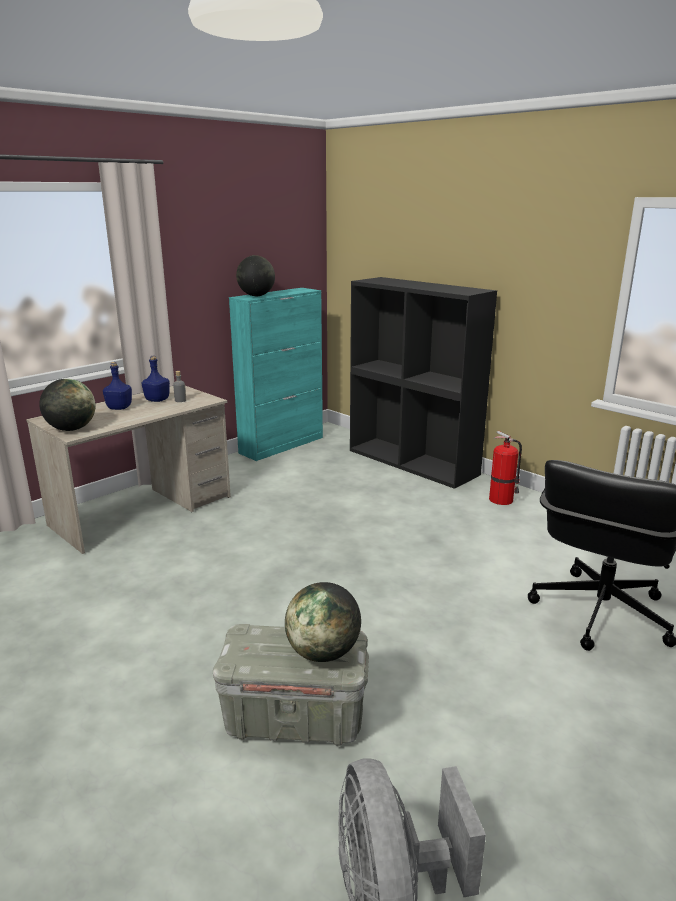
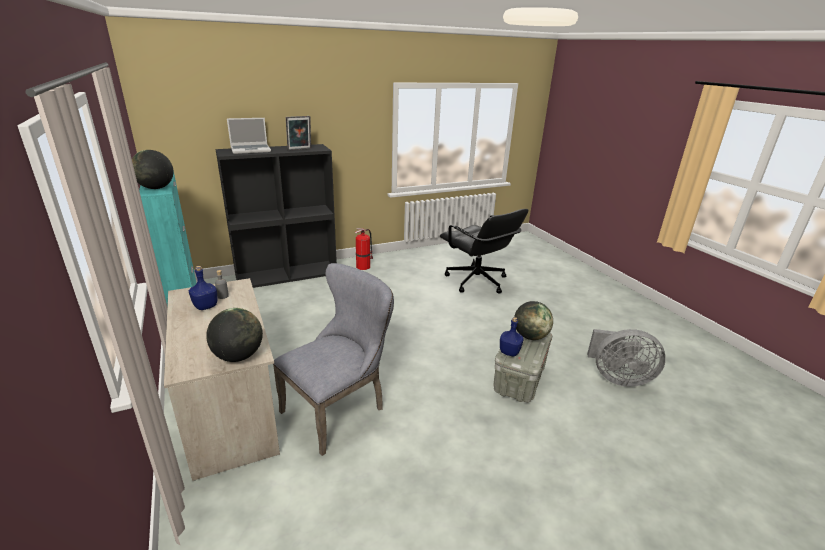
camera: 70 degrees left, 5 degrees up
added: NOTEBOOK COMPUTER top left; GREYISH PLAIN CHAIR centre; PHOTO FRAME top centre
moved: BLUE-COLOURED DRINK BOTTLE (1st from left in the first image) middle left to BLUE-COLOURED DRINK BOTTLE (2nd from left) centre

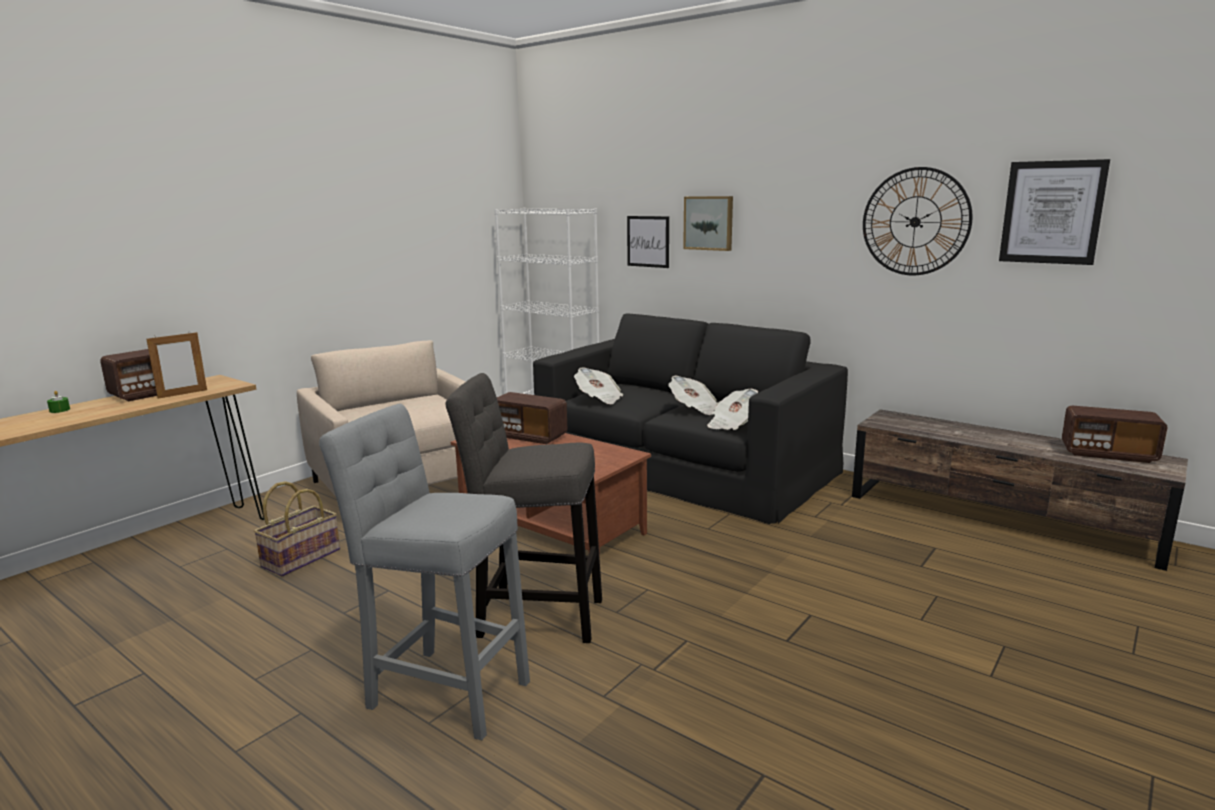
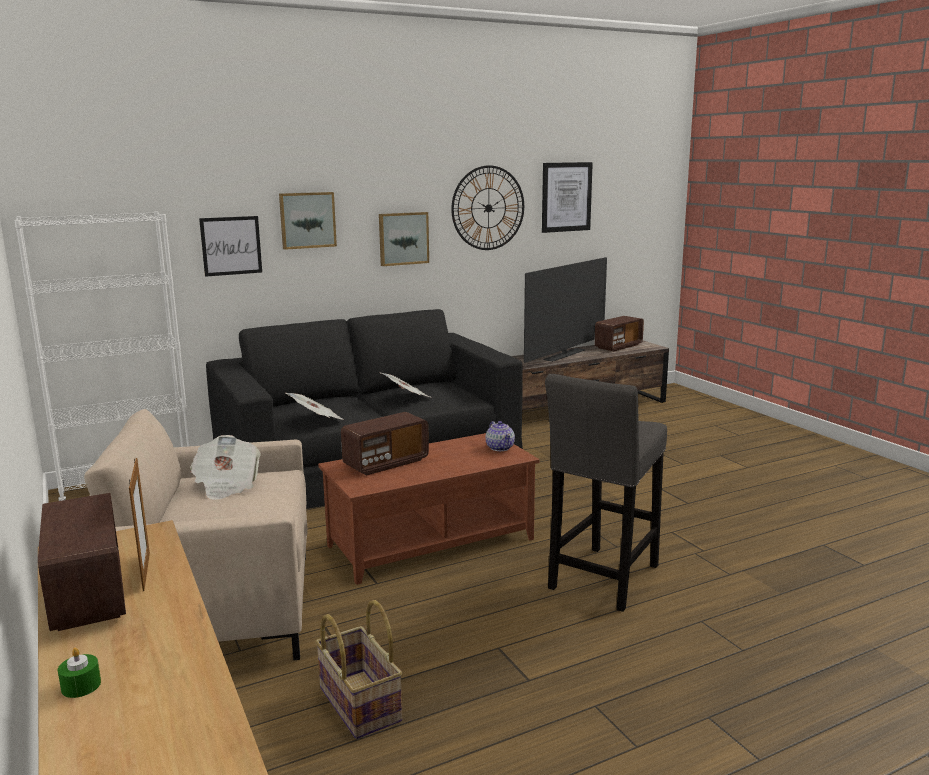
camera: 65 degrees left, 0 degrees up
removed: GREYISH SITTING STOOL (1st from left) bottom centre
added: PICTURE (3rd from left) top centre; TEAPOT centre; TV centre
moved: NEWSPAPER (3rd from left in the first image) centre to NEWSPAPER (1st from left) middle left

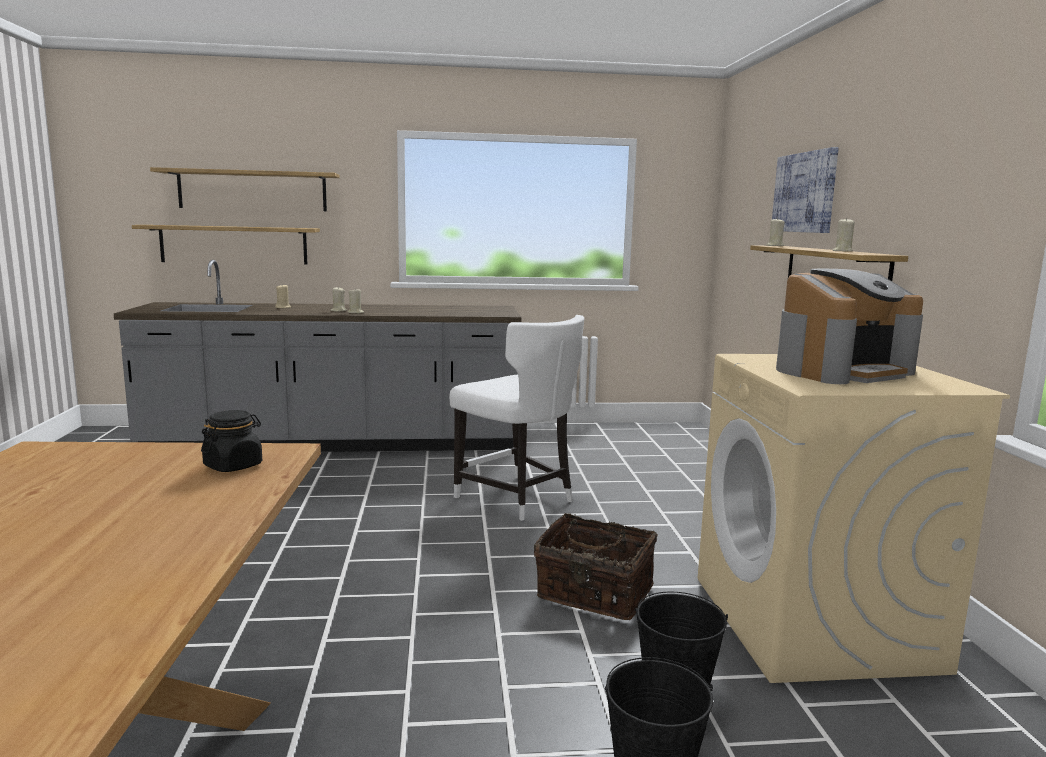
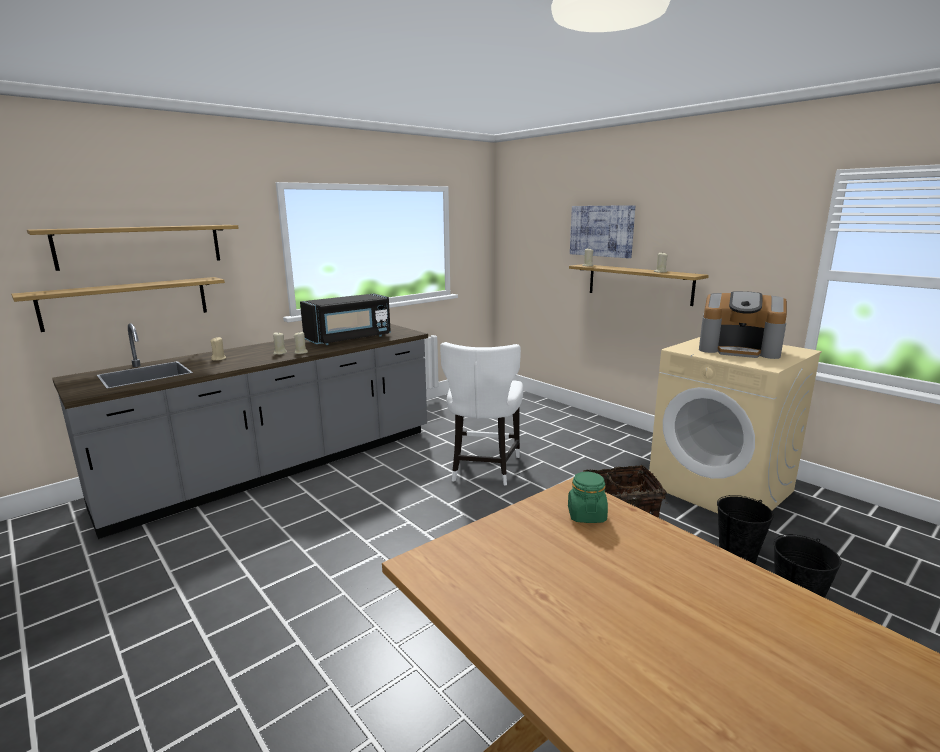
camera: 35 degrees left, 5 degrees up
added: BLACK-COLOURED KITCHEN MICROWAVE centre
recoloured: BLACK-COLOURED JAR middle left to GREENISH JAR centre
turned: WHITE PLAIN CHAIR centre = centre 90 degrees clockwise; COFFEE MAKER middle right = middle right 90 degrees clockwise

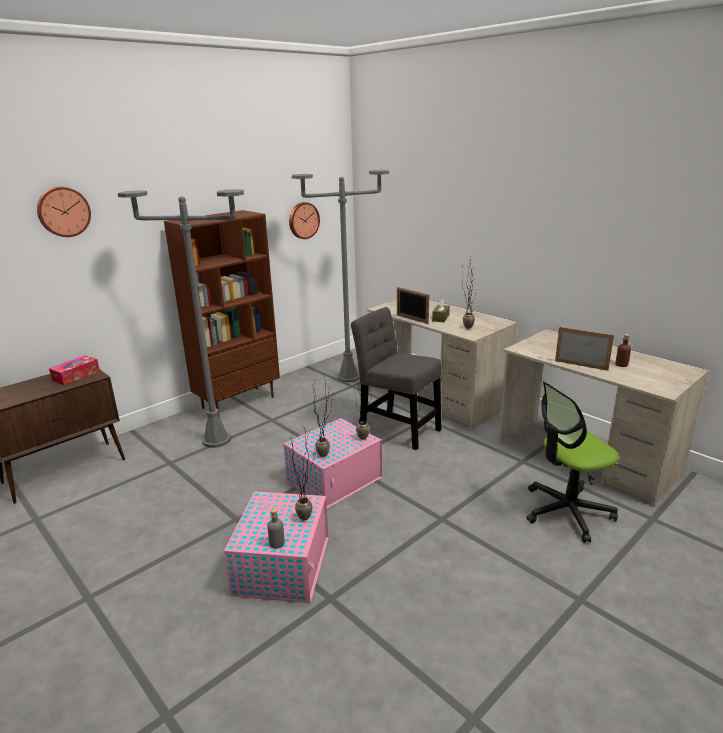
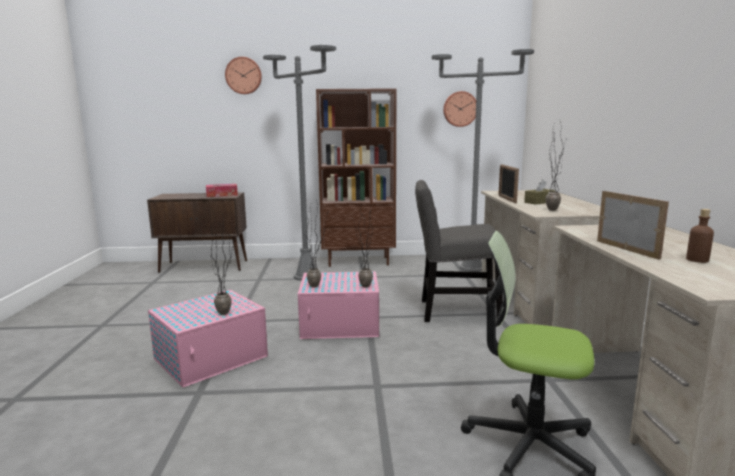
camera: 40 degrees right, 10 degrees down
removed: GREYISH DRINK BOTTLE bottom centre
turned: GREYISH PLAIN CHAIR centre = centre 75 degrees counterclockwise

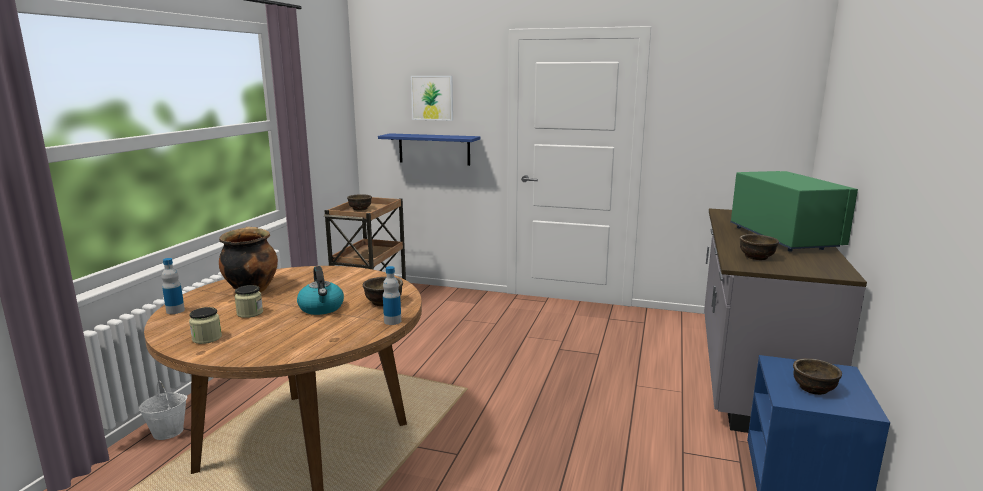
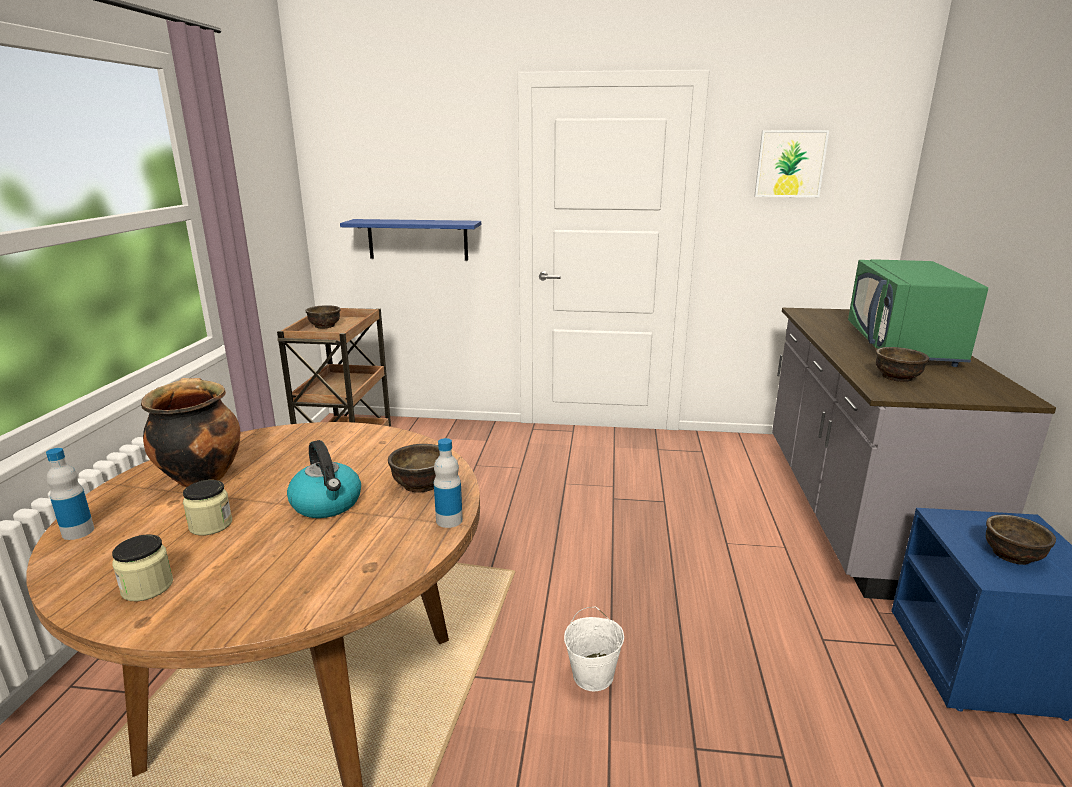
camera: 10 degrees left, 5 degrees up
moved: WHITE PAIL bottom left to bottom centre; PICTURE top centre to top right
turned: GREENISH KITCHEN MICROWAVE middle right = middle right 150 degrees counterclockwise

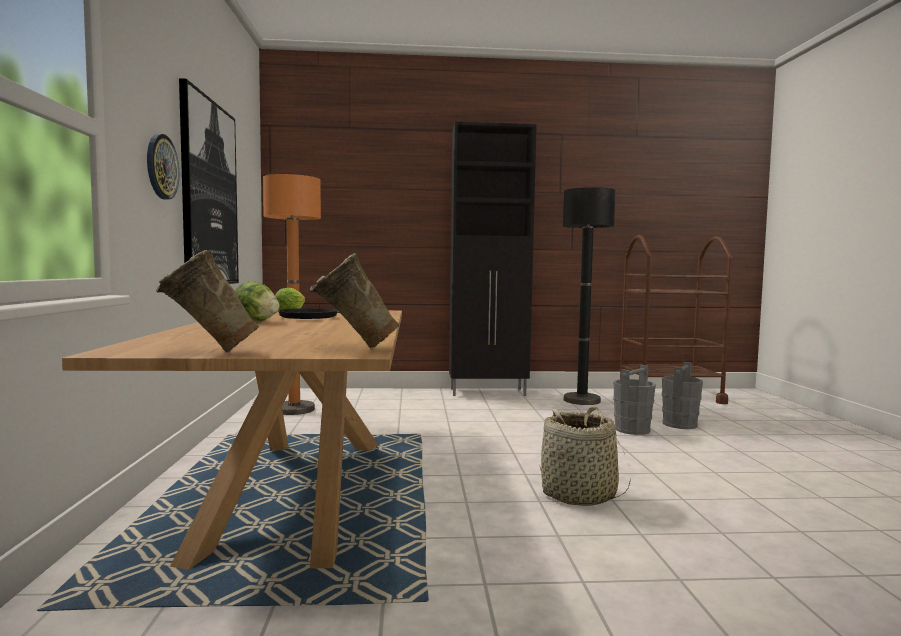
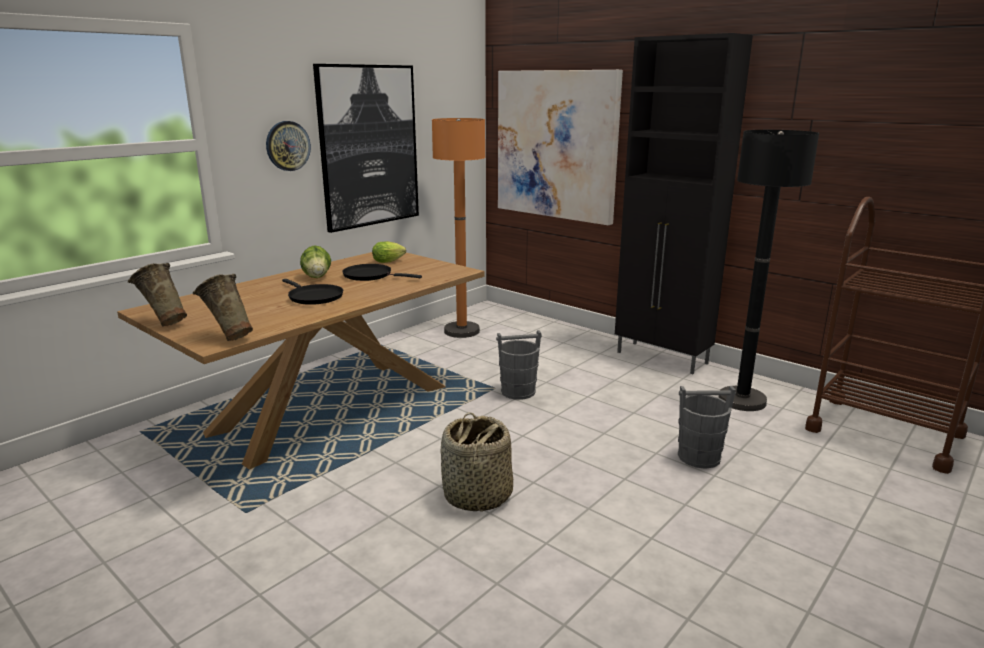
camera: 45 degrees right, 15 degrees up
added: BLACK-COLOURED SKILLET (1st from left) middle left; PICTURE (2nd from left) top centre
moved: GREYISH PAIL (2nd from left in the first image) middle right to GREYISH PAIL (1st from left) centre

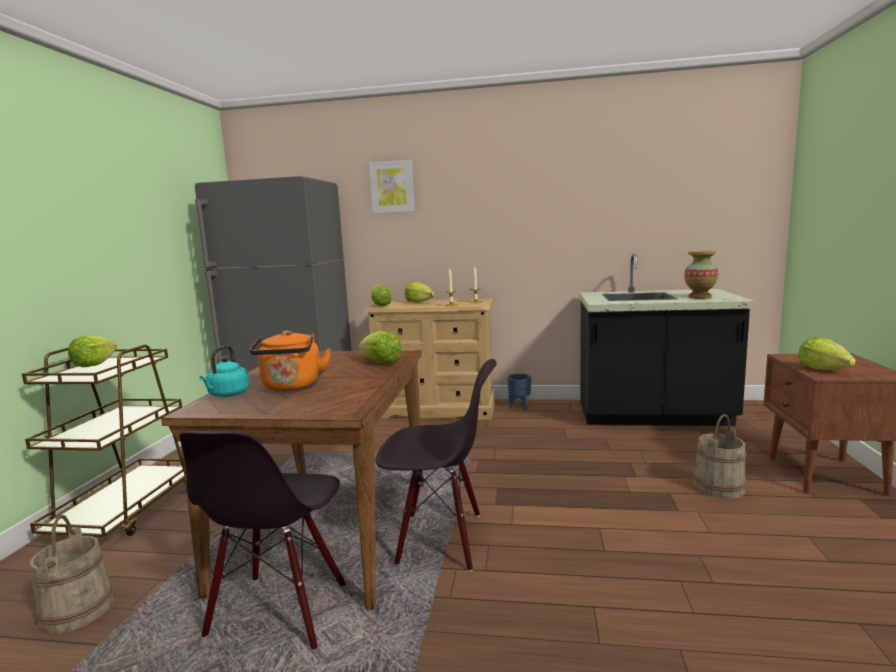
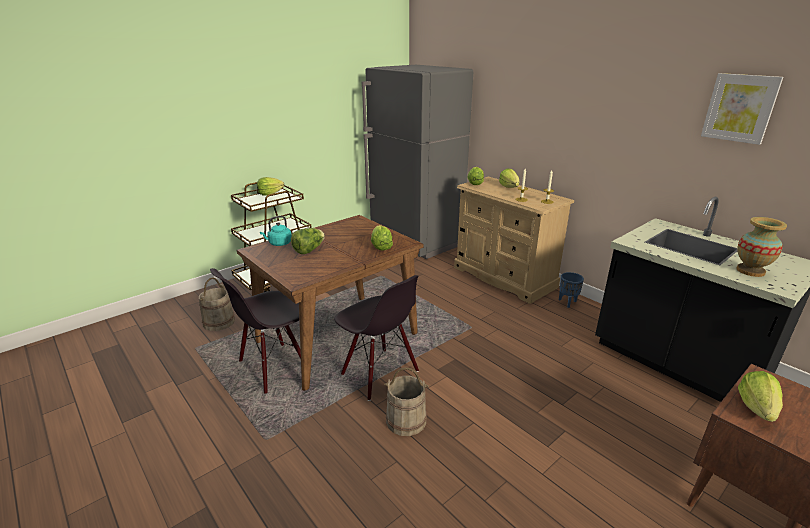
camera: 40 degrees right, 15 degrees up
moved: PICTURE top centre to top right; BEIGE-COLOURED PAIL (2nd from left) bottom right to bottom centre
replaced: ORANGE WATER KETTLE middle left to HEAD OF LETTUCE (2nd from left) centre

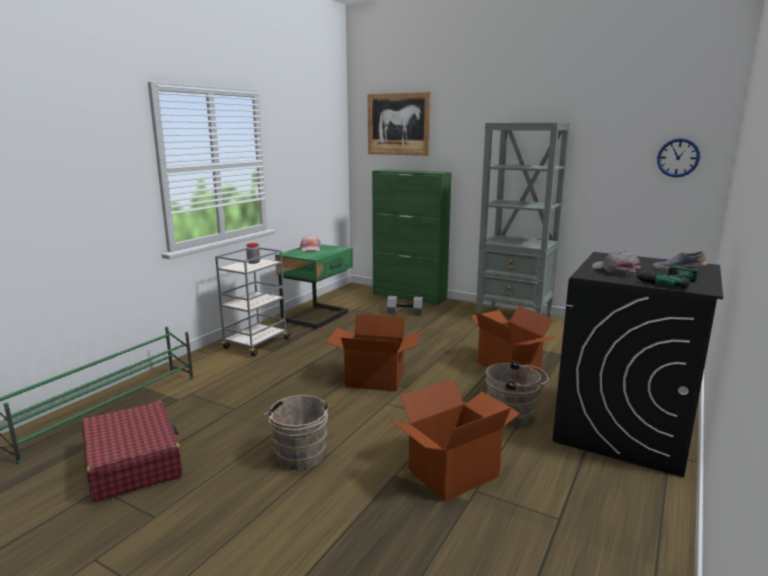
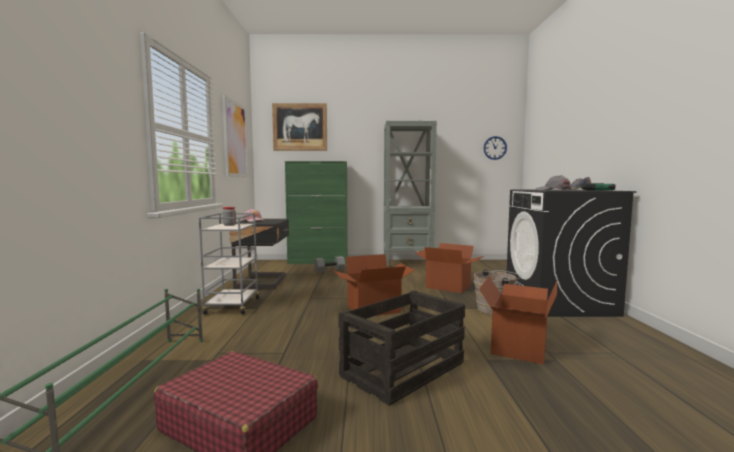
camera: 30 degrees left, 10 degrees down
added: PICTURE (1st from left) top left
replaced: BROWN PAIL (1st from left) bottom centre to CRATE bottom centre
recoloured: GREENISH NIGHT TABLE centre to BLACK-COLOURED NIGHT TABLE centre

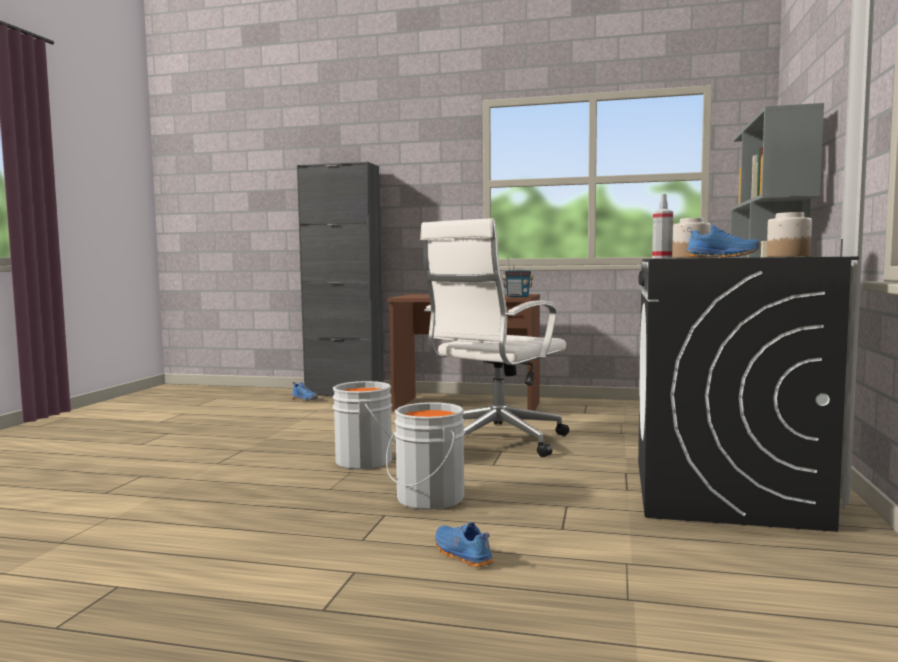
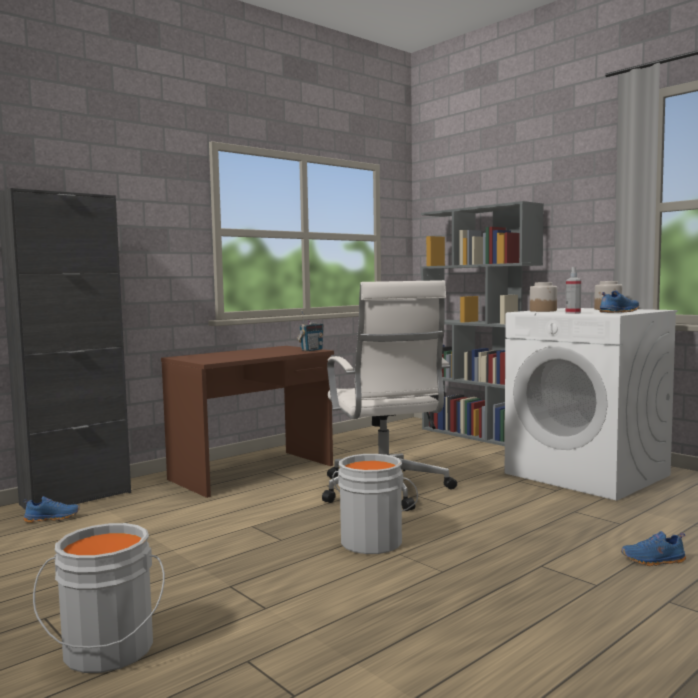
camera: 55 degrees left, 0 degrees up
moved: GREYISH PAIL (2nd from left in the first image) bottom centre to GREYISH PAIL (1st from left) bottom left
recoloured: BLACK-COLOURED WASHING MACHINE middle right to WHITE WASHING MACHINE middle right

